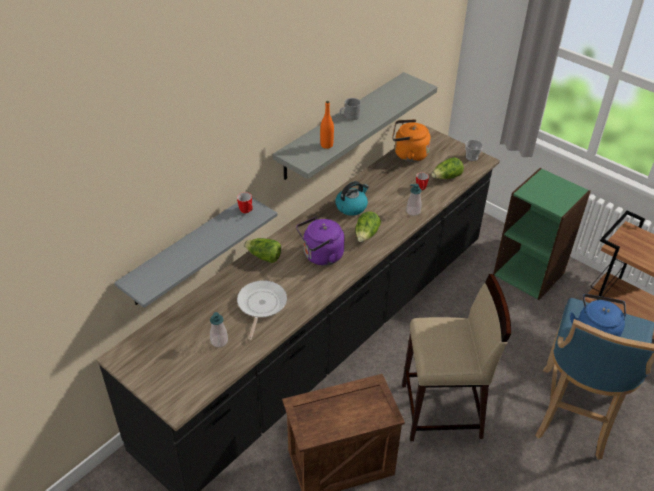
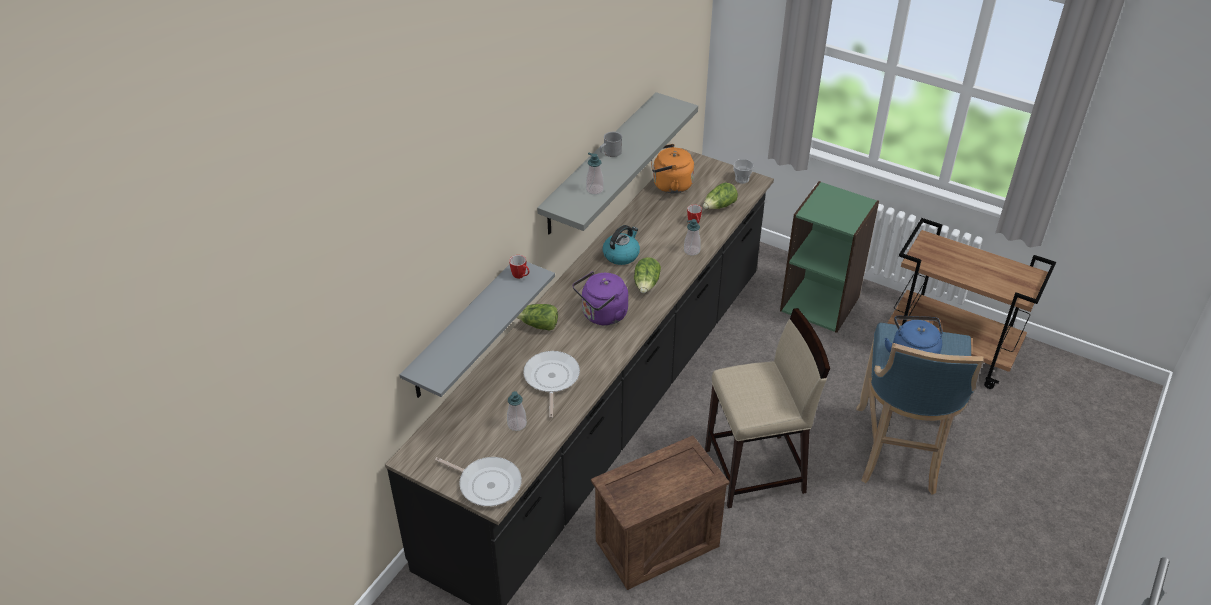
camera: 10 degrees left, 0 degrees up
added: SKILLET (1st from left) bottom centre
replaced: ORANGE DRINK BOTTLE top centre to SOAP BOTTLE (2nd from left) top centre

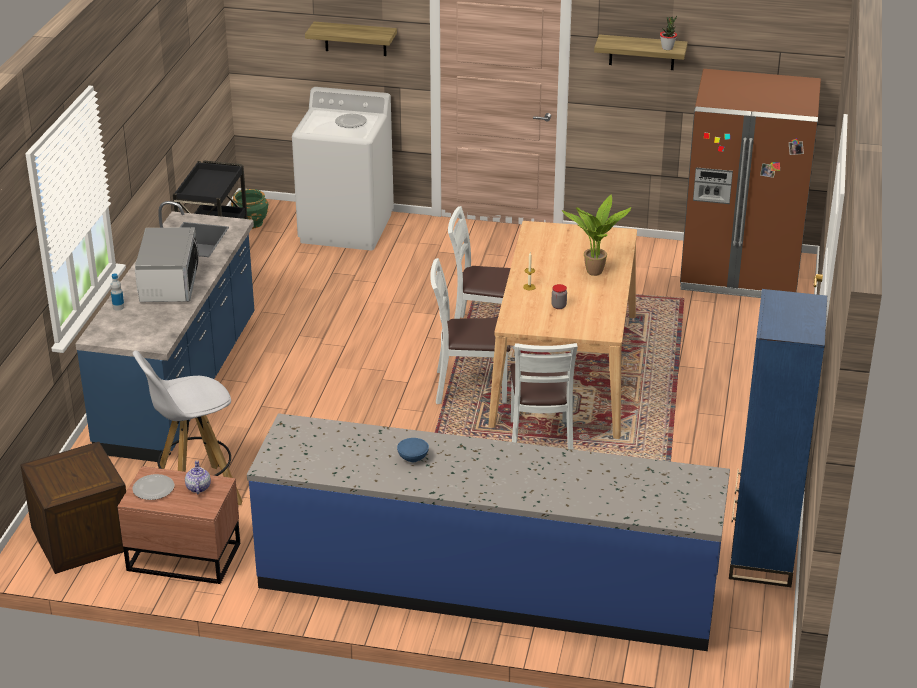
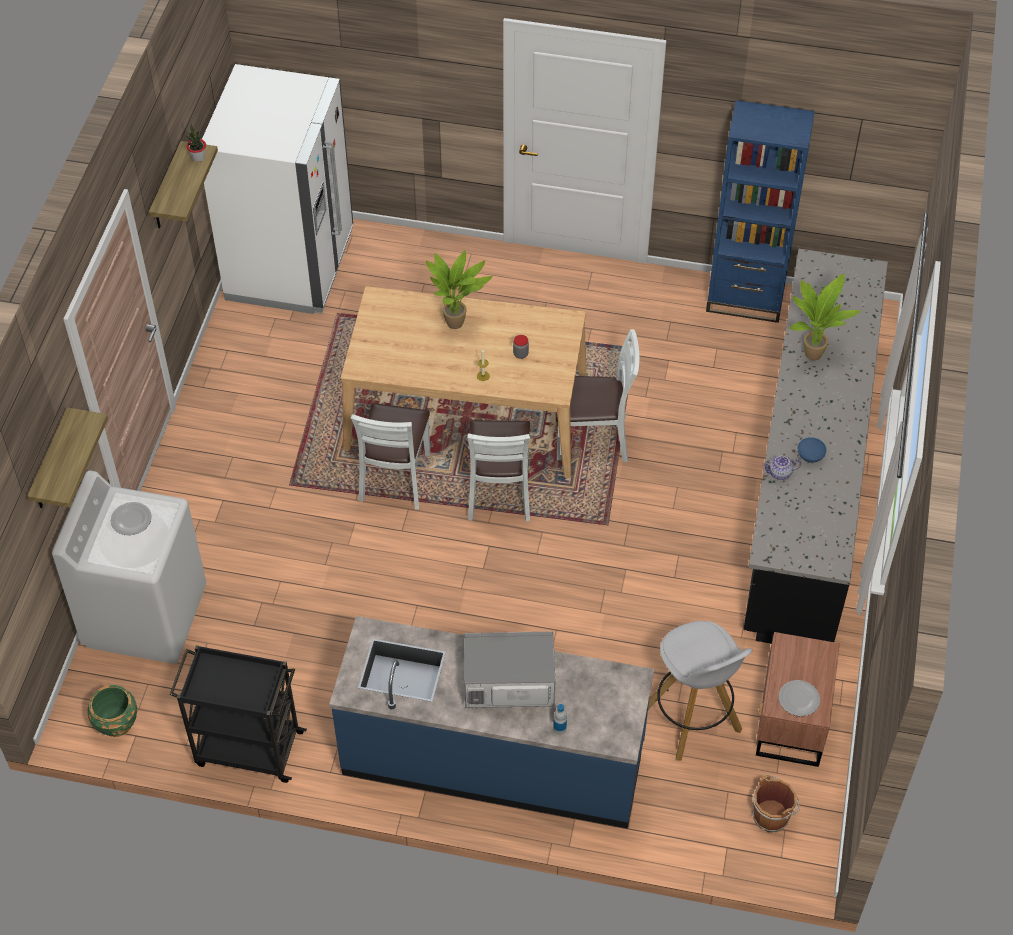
camera: 90 degrees left, 20 degrees up
added: HOUSEPLANT (3rd from left) middle right
moved: TEAPOT bottom left to middle right
replaced: CRATE bottom left to BROWN PAIL bottom right
recoloured: BLUE-COLOURED KITCHEN BASE UNIT (2nd from left) bottom centre to BLACK-COLOURED KITCHEN BASE UNIT middle right; BROWN REFRIGERATOR top right to WHITE REFRIGERATOR top left

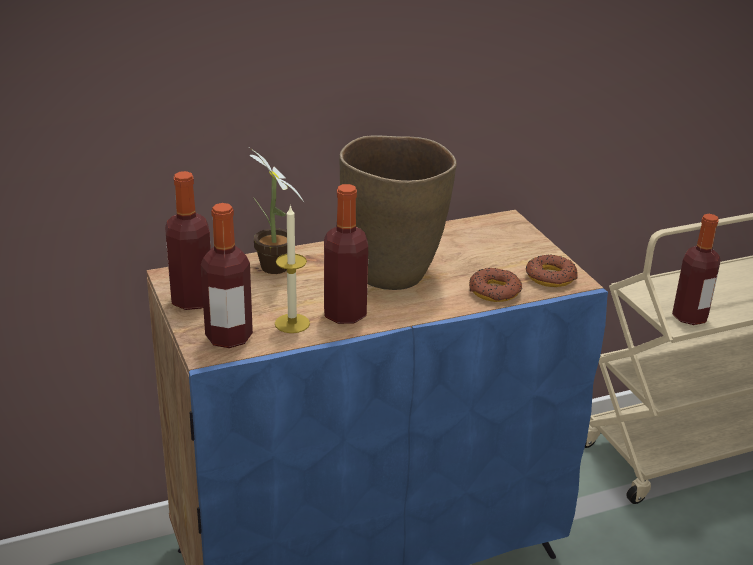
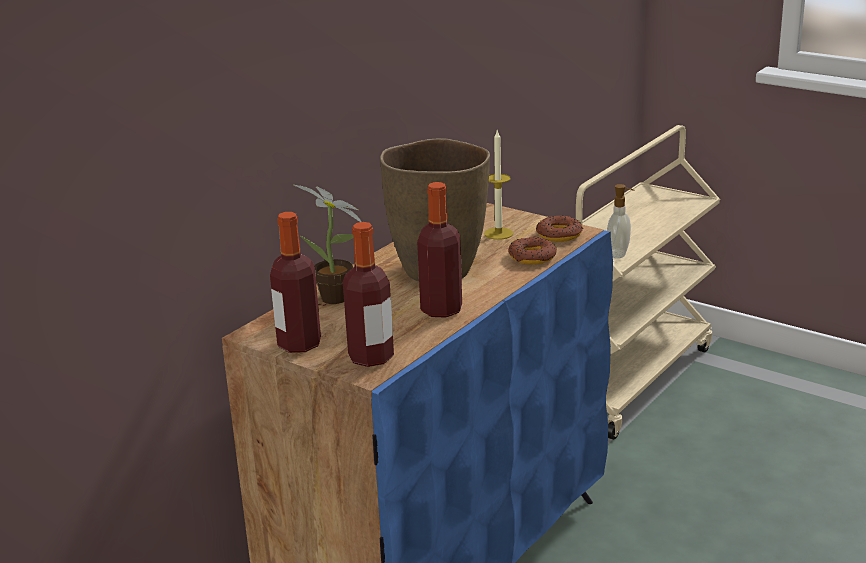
camera: 30 degrees left, 5 degrees down
moved: WAX CANDLE centre to top centre
replaced: DRINK BOTTLE (4th from left) middle right to SOAP BOTTLE middle right

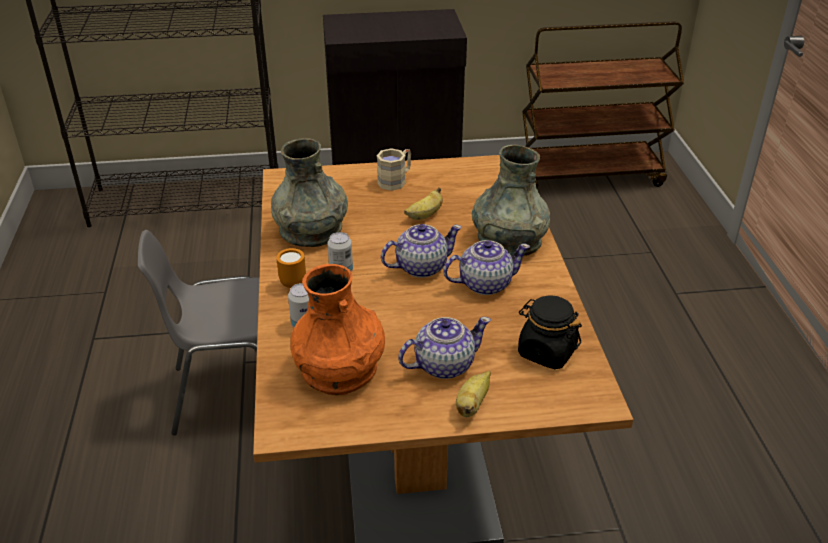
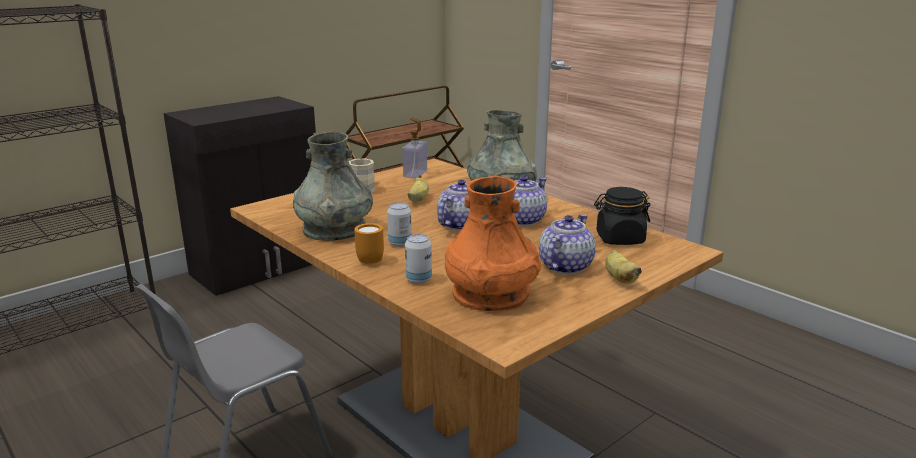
camera: 35 degrees left, 15 degrees down
added: SOAP BOTTLE top centre

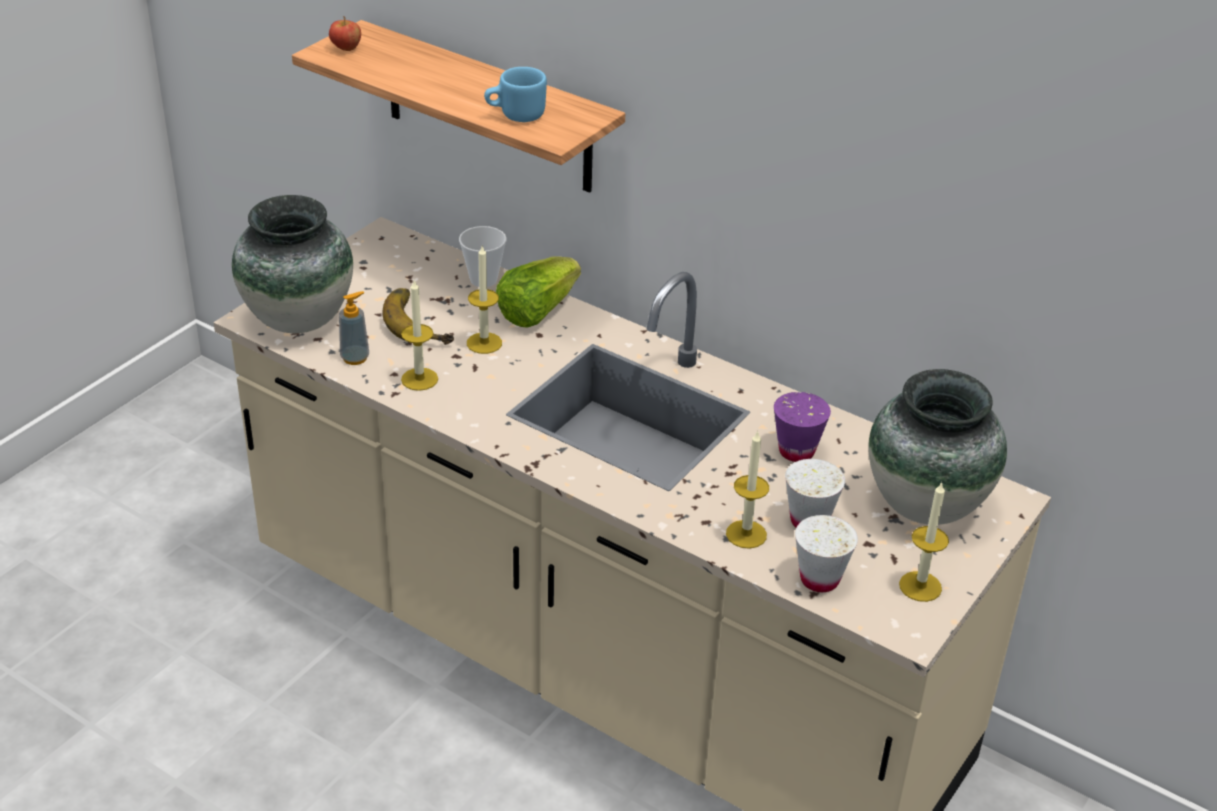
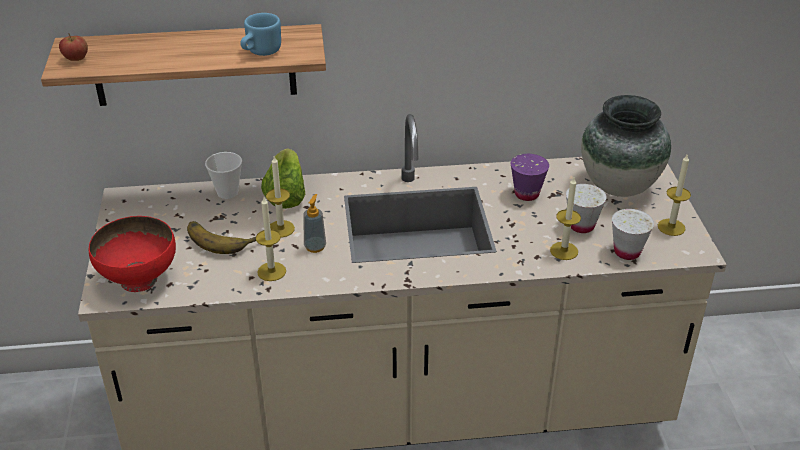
camera: 40 degrees left, 0 degrees up
moved: SOAP BOTTLE middle left to centre
replaced: VASE (1st from left) top left to RED-COLOURED SERVING BOWL middle left

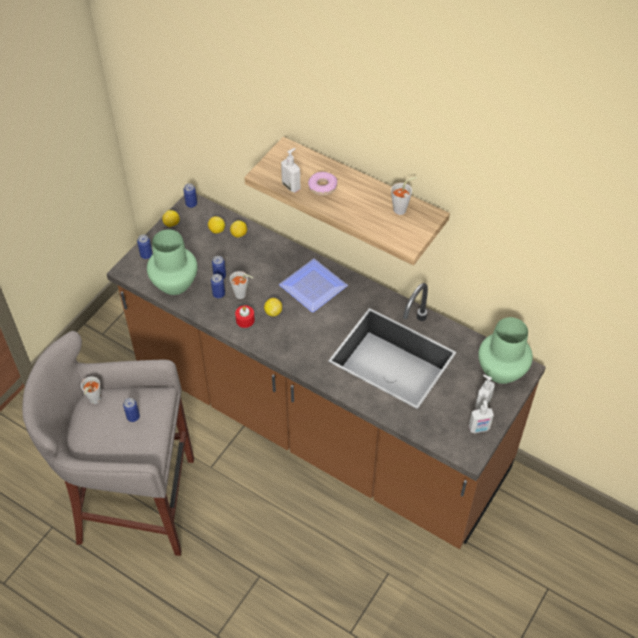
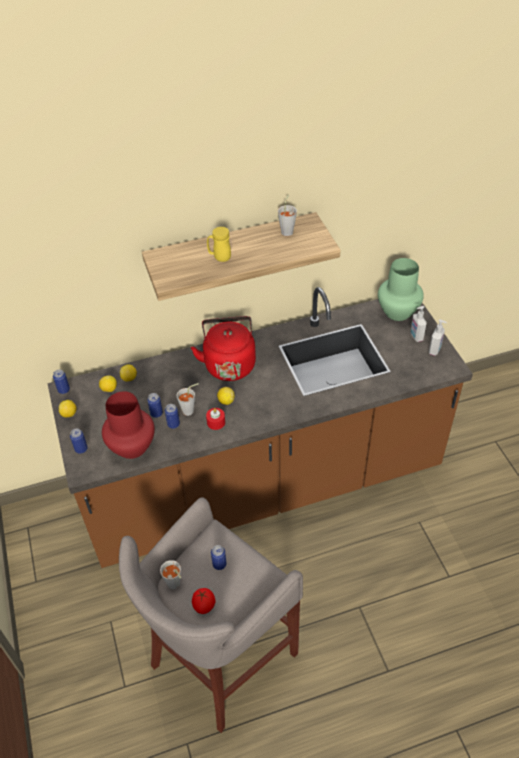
camera: 50 degrees left, 5 degrees down
removed: SOAP BOTTLE (1st from left) top centre
added: FRESH TOMATO bottom centre
replaced: FLAT DISH centre to RED-COLOURED WATER KETTLE centre; DOUGHNUT top centre to YELLOW-COLOURED COFFEE MUG top centre
recoloured: GREENISH VASE (1st from left) middle left to RED-COLOURED VASE middle left

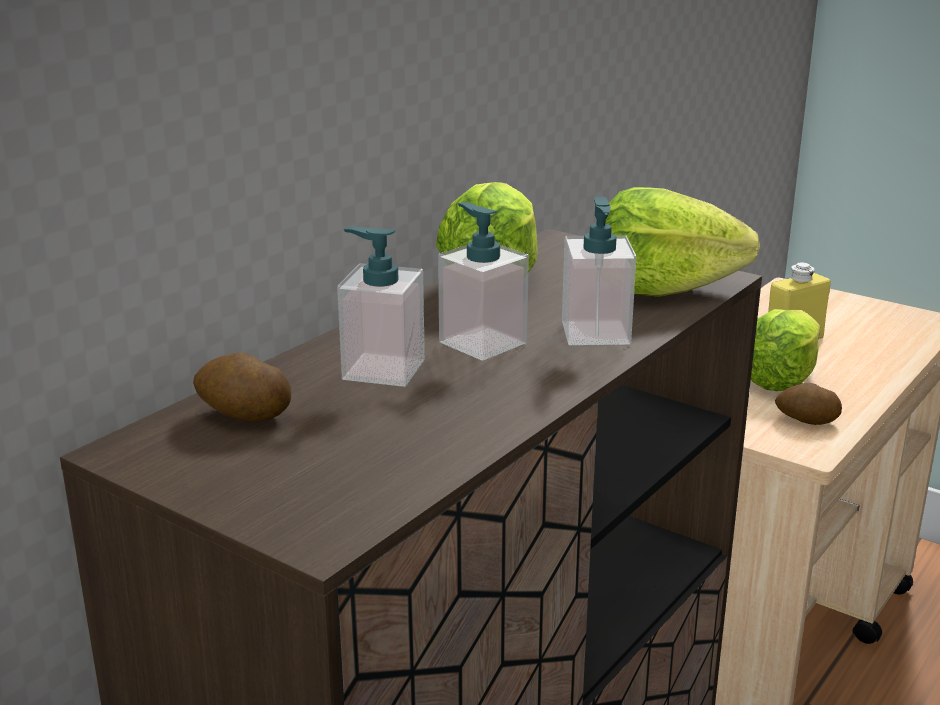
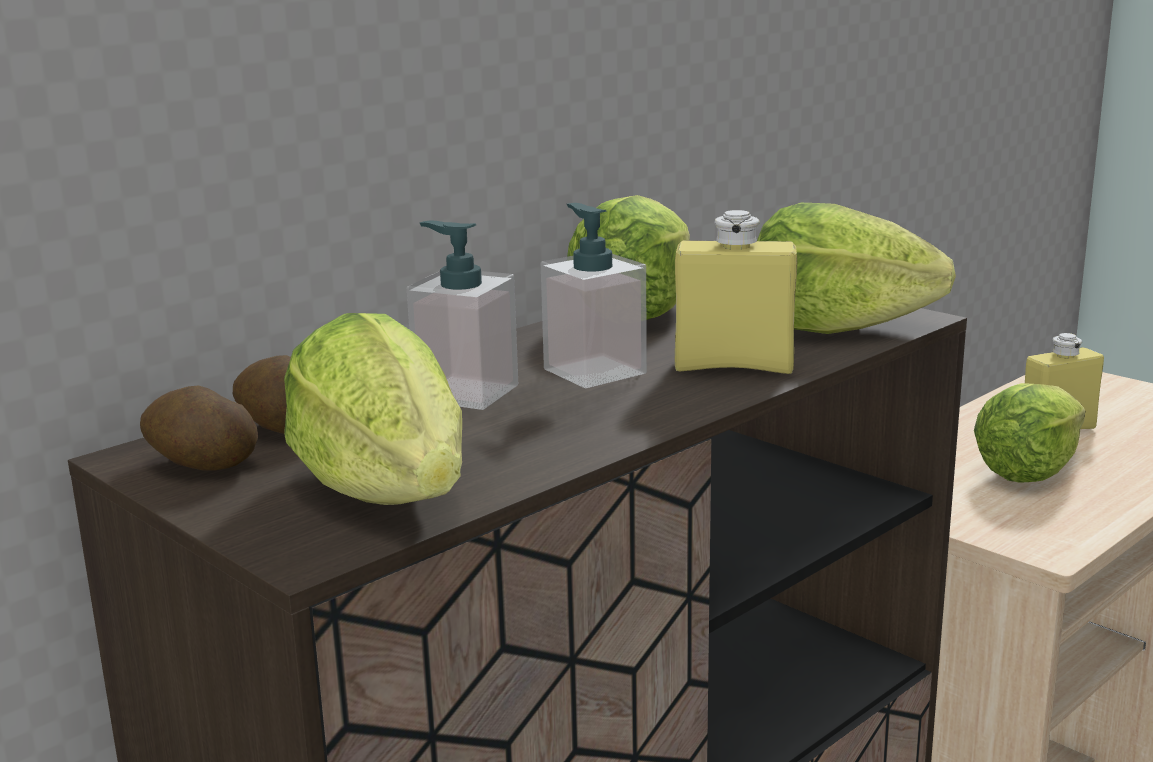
camera: 10 degrees right, 5 degrees down
added: HEAD OF LETTUCE (1st from left) middle left
moved: WHOLE POTATO (2nd from left in the first image) middle right to WHOLE POTATO (1st from left) middle left
replaced: SOAP BOTTLE (3rd from left) centre to YELLOW-COLOURED DRINK BOTTLE (1st from left) centre

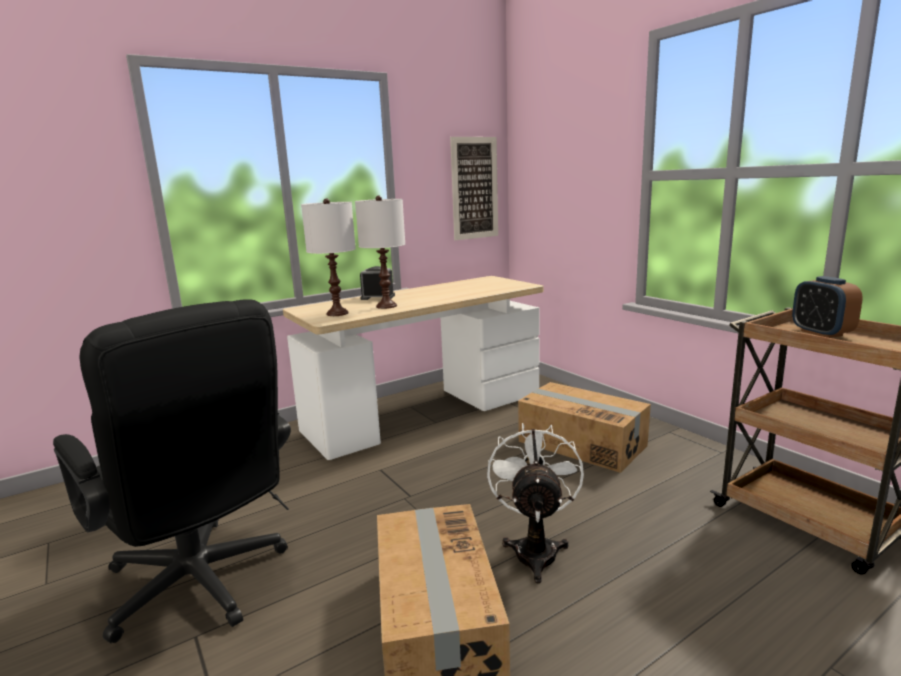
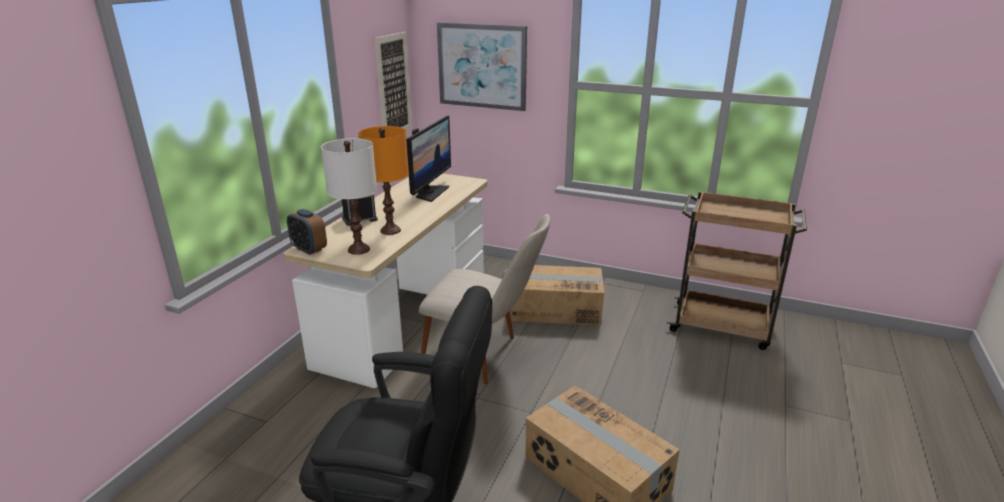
camera: 35 degrees left, 10 degrees up
removed: WHITE FAN bottom centre
added: COMPUTER DISPLAY top centre; BEIGE-COLOURED PLAIN CHAIR centre; PICTURE (2nd from left) top centre
moved: BEDSIDE CLOCK (2nd from left in the first image) middle right to BEDSIDE CLOCK (1st from left) middle left
recoloured: WHITE TABLETOP LAMP (2nd from left) centre to ORANGE TABLETOP LAMP centre

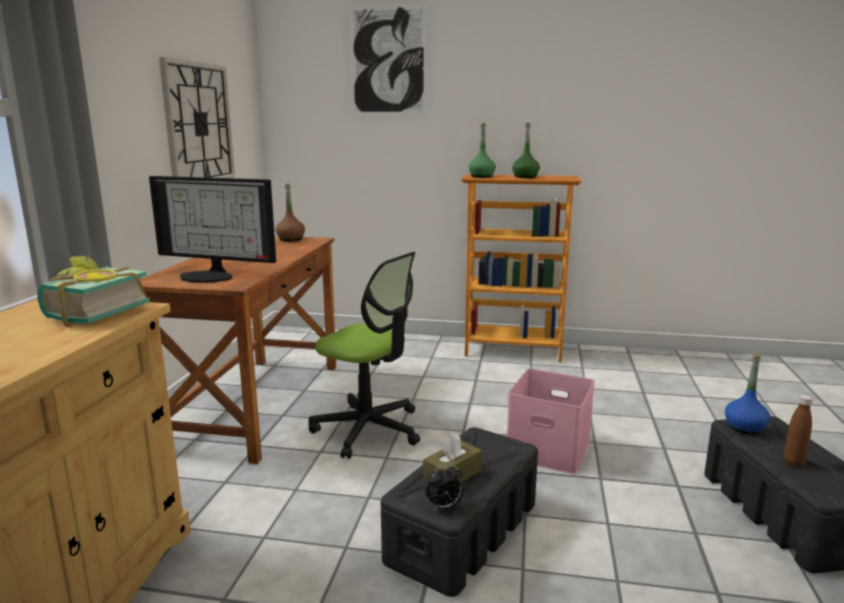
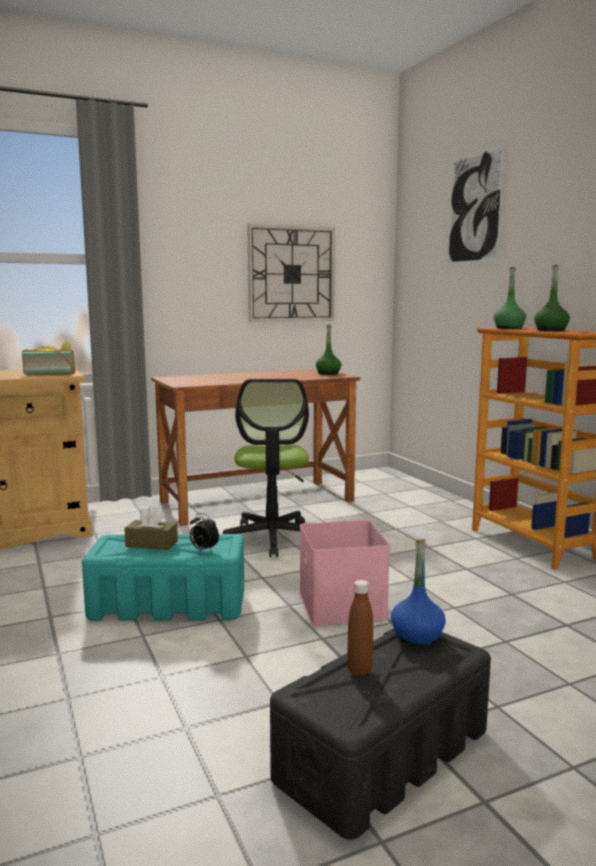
camera: 55 degrees right, 5 degrees down
removed: COMPUTER DISPLAY middle left
moved: BEDSIDE CLOCK bottom centre to centre
recoloured: BROWN DRINK BOTTLE (1st from left) centre to GREENISH DRINK BOTTLE (1st from left) centre; BLACK-COLOURED STORAGE BIN (1st from left) bottom centre to TURQUOISE STORAGE BIN middle left

